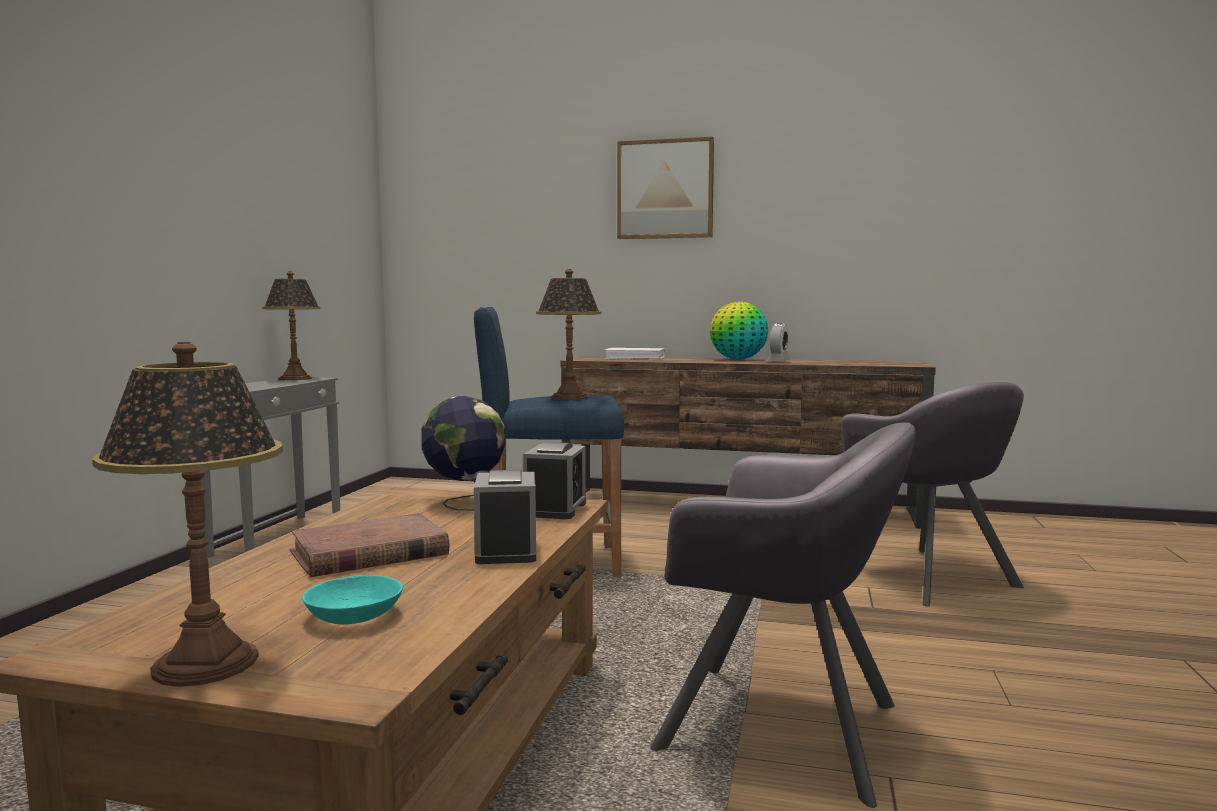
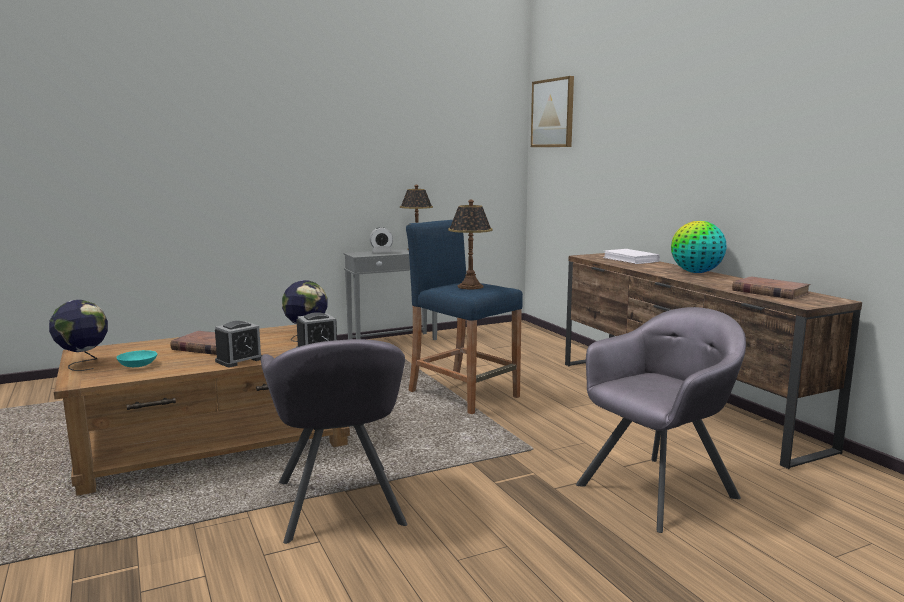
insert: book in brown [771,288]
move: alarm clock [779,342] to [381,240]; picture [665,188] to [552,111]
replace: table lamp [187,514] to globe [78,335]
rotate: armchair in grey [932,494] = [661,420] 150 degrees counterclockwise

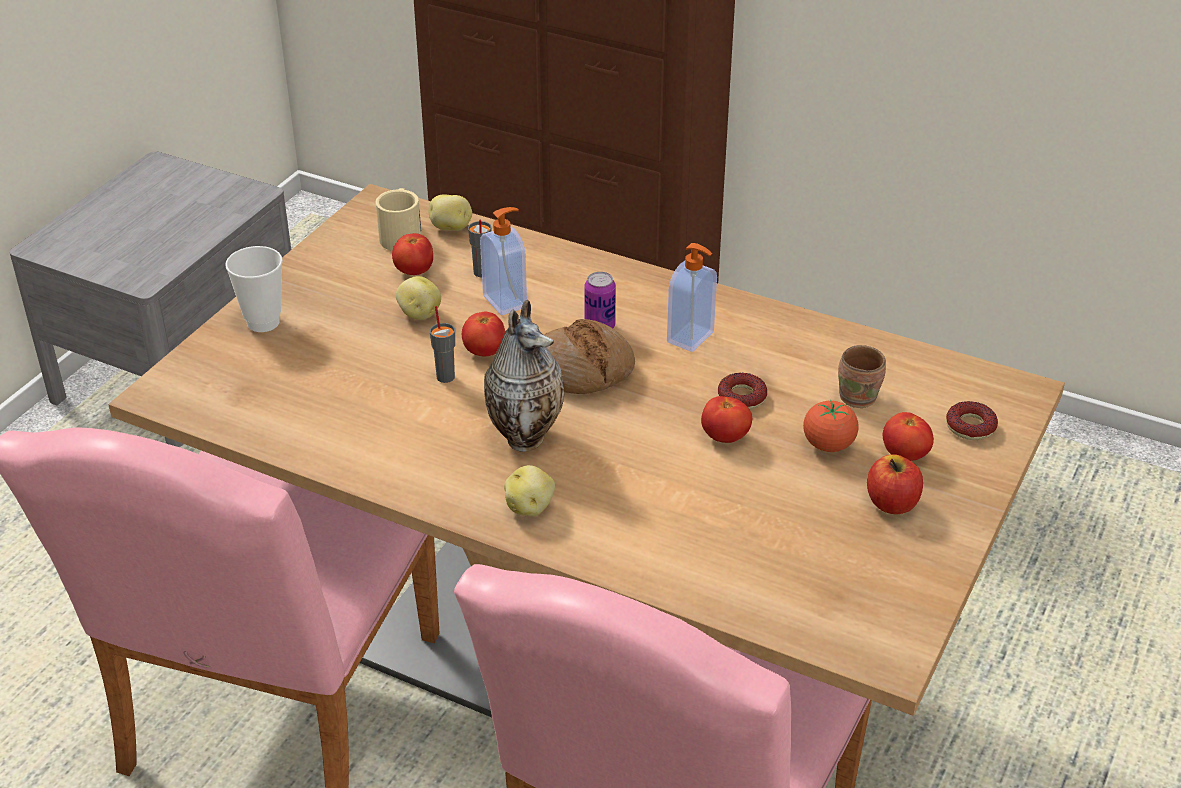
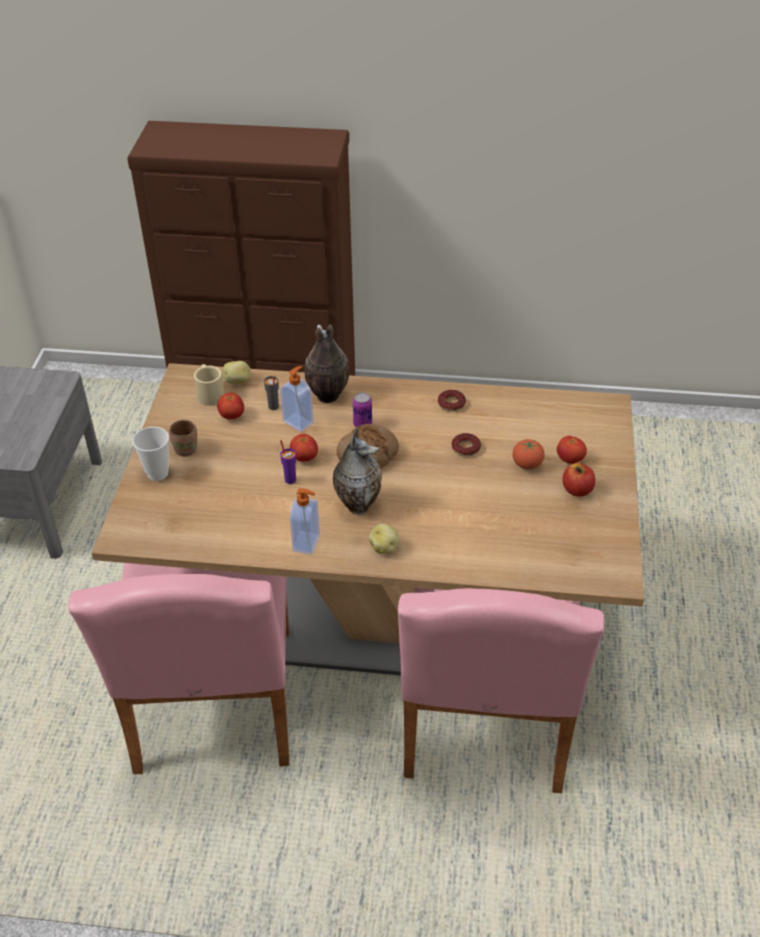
delete: potato [418,298]; tomato [726,419]
insert: vase [327,363]
move: mug in brown [862,376] to [183,438]; soap dispenser [692,297] to [305,521]; donut [972,420] to [452,401]
recolor: cup in grey [442,344] to cup in purple [288,462]

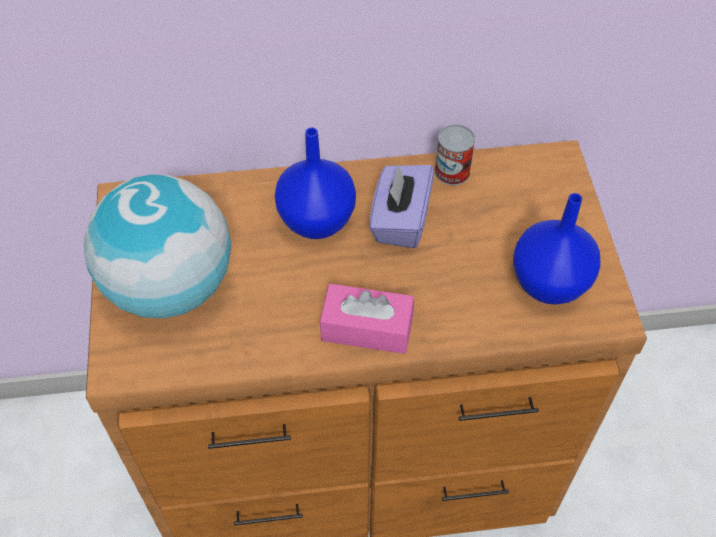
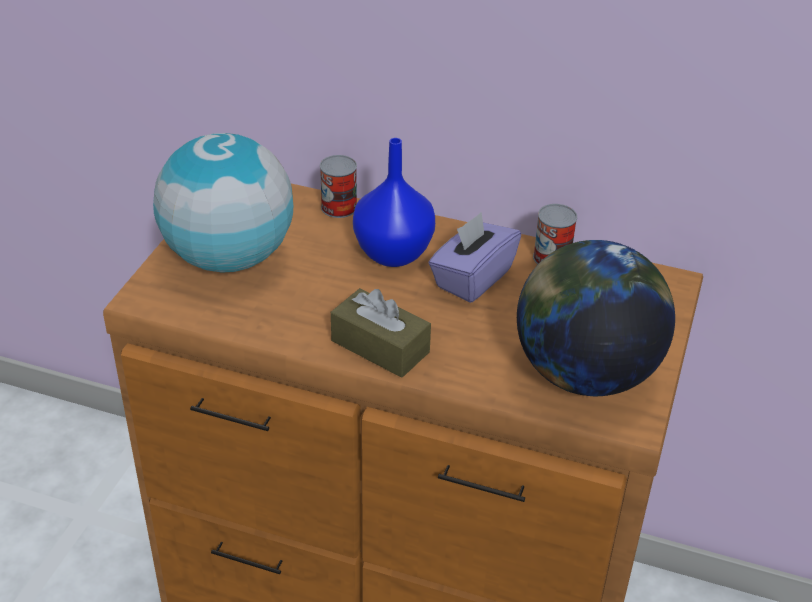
insert: can [338,186]
replace: vase in blue [556,248] to globe [596,318]
recolor: tissue box in pink [367,319] to tissue box in brown [381,333]

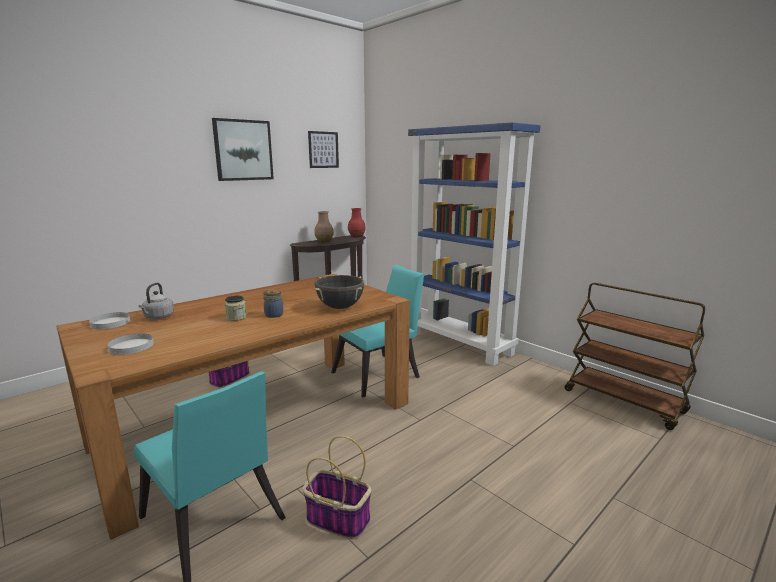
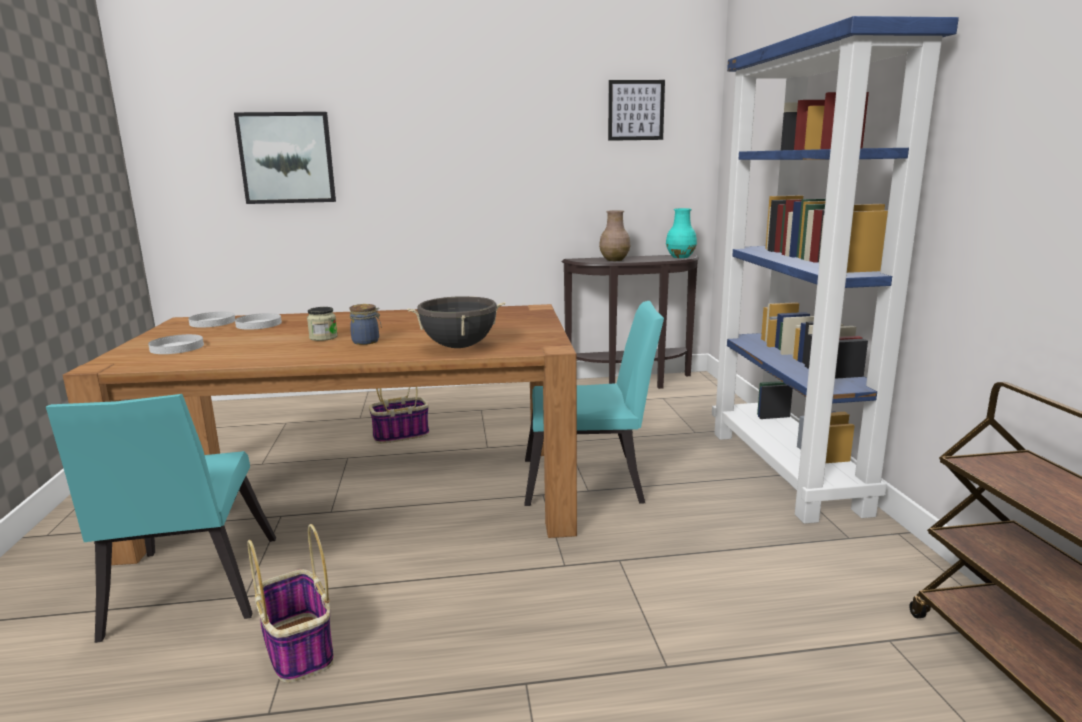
move: picture [243,149] to [285,158]
replace: kettle in grey [156,301] to plate in white [258,321]
recolor: vase in red [357,222] to vase in turquoise [681,233]

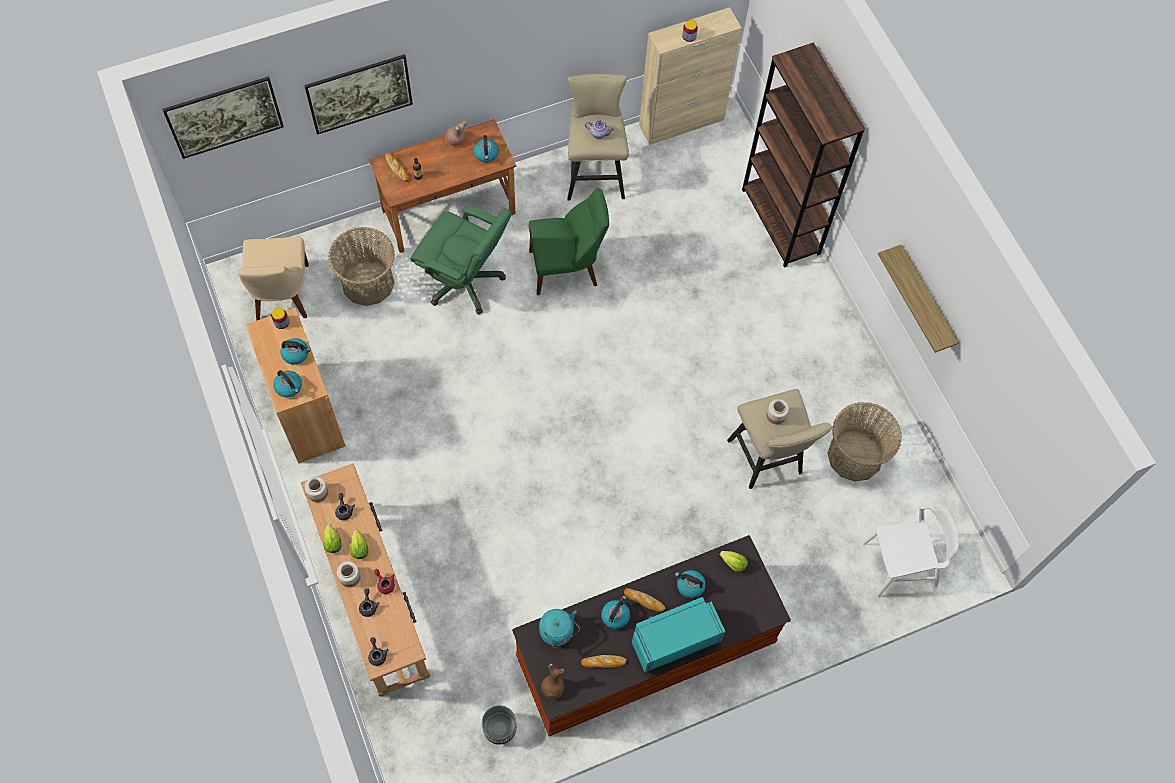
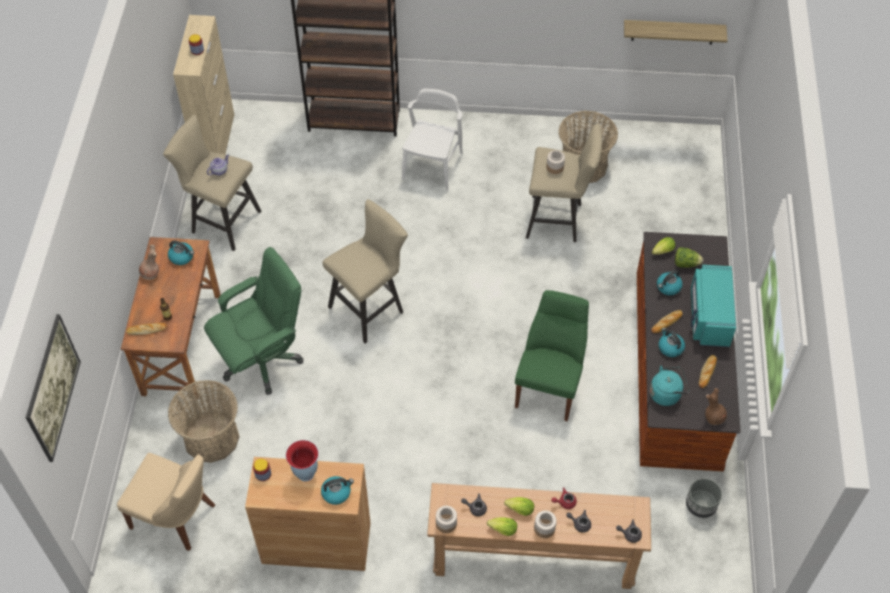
delete: picture [358,94]
insert: stool in beige [365,271]; lettuce [689,257]
move: chair in white [911,550] to [432,140]; chair in green [569,241] to [552,355]; shelf [918,298] to [676,32]
replace: kettle [295,351] to vase [302,461]

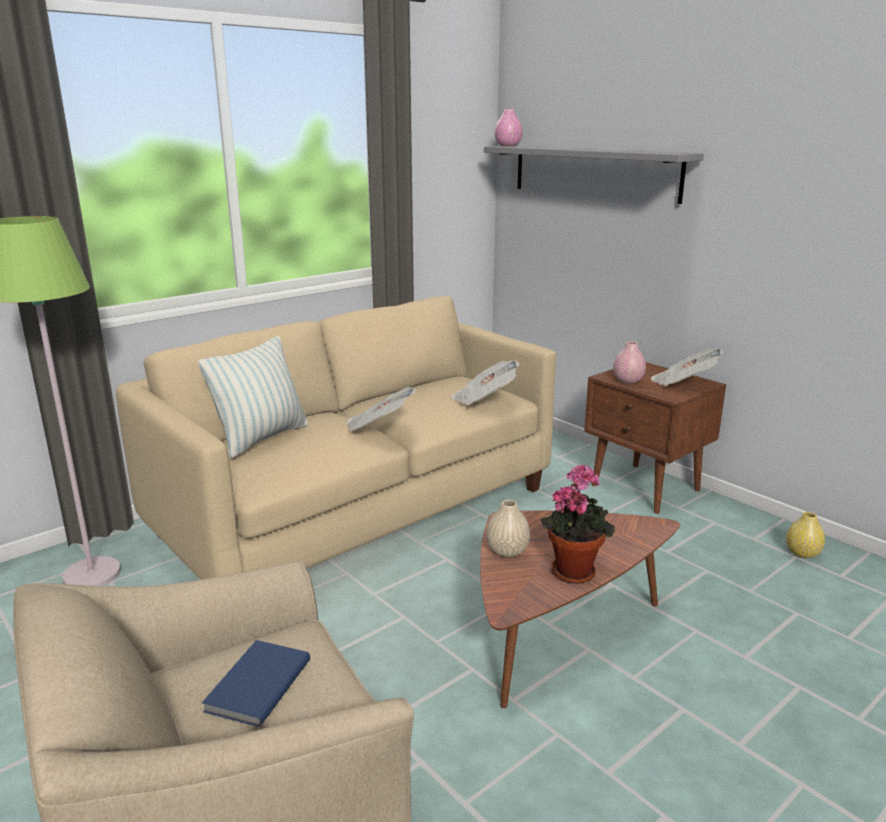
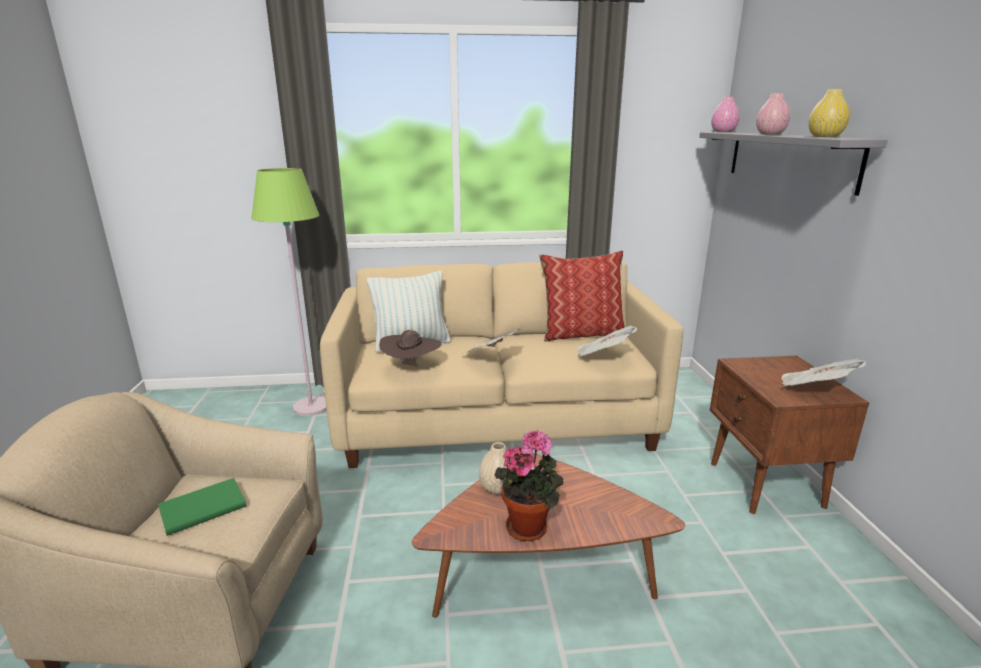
insert: hat in brown [410,348]; pillow [582,296]
move: vase in pink [629,362] to [773,114]; vase in yellow [805,535] to [829,113]
recolor: book in blue [256,683] to book in green [202,507]

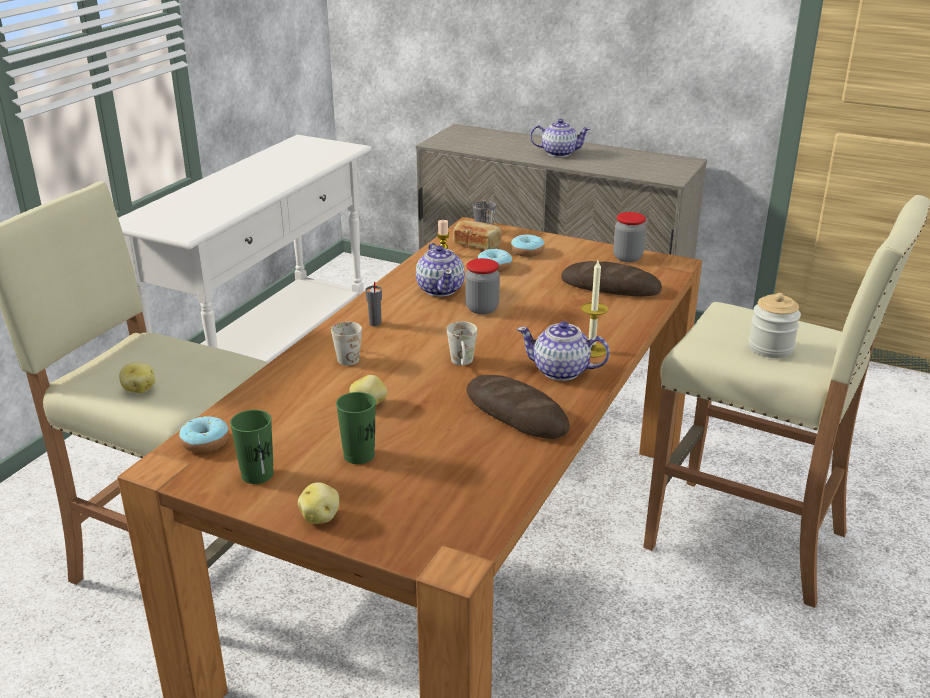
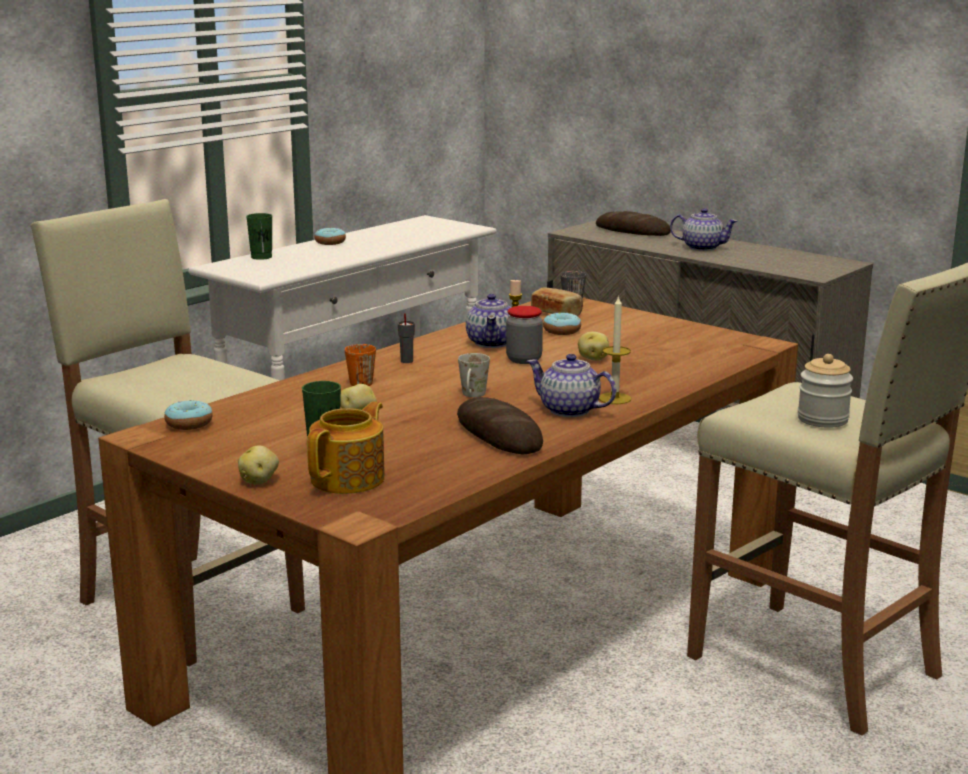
delete: jar [629,237]
insert: teapot [346,447]
move: cup in green [252,447] to [259,236]; donut [528,246] to [330,236]; potato [137,377] to [593,346]; bread [611,279] to [633,223]
recolor: mug in white [346,344] to mug in orange [360,365]

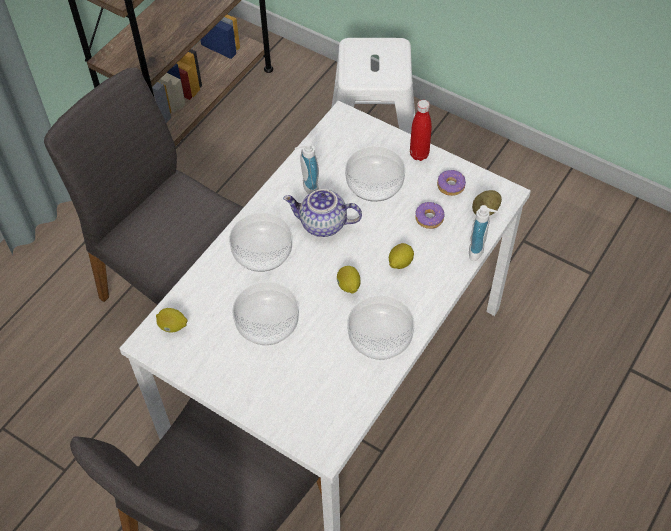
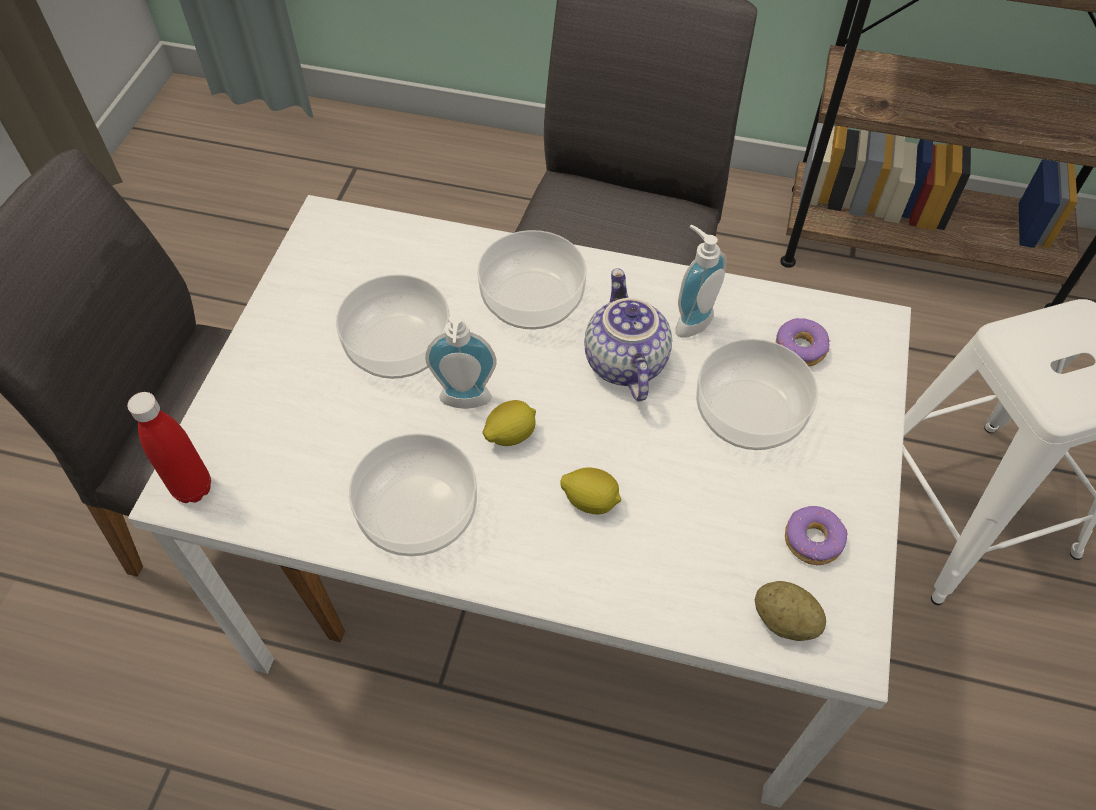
delete: lemon [171,320]
move: bottle in red [421,130] to [169,447]; soap dispenser [484,233] to [461,361]; donut [430,215] to [803,342]

